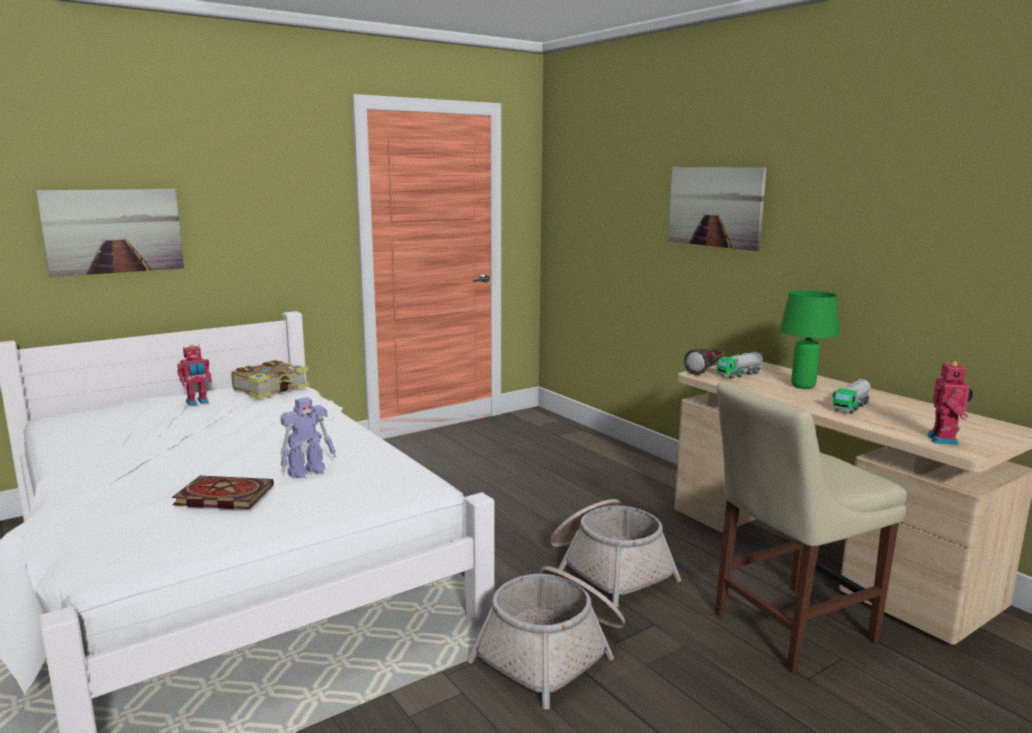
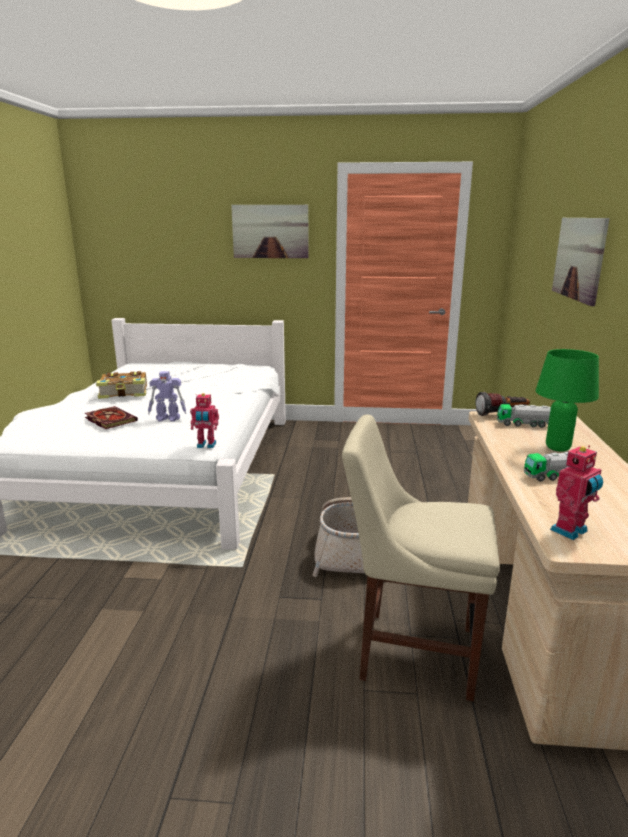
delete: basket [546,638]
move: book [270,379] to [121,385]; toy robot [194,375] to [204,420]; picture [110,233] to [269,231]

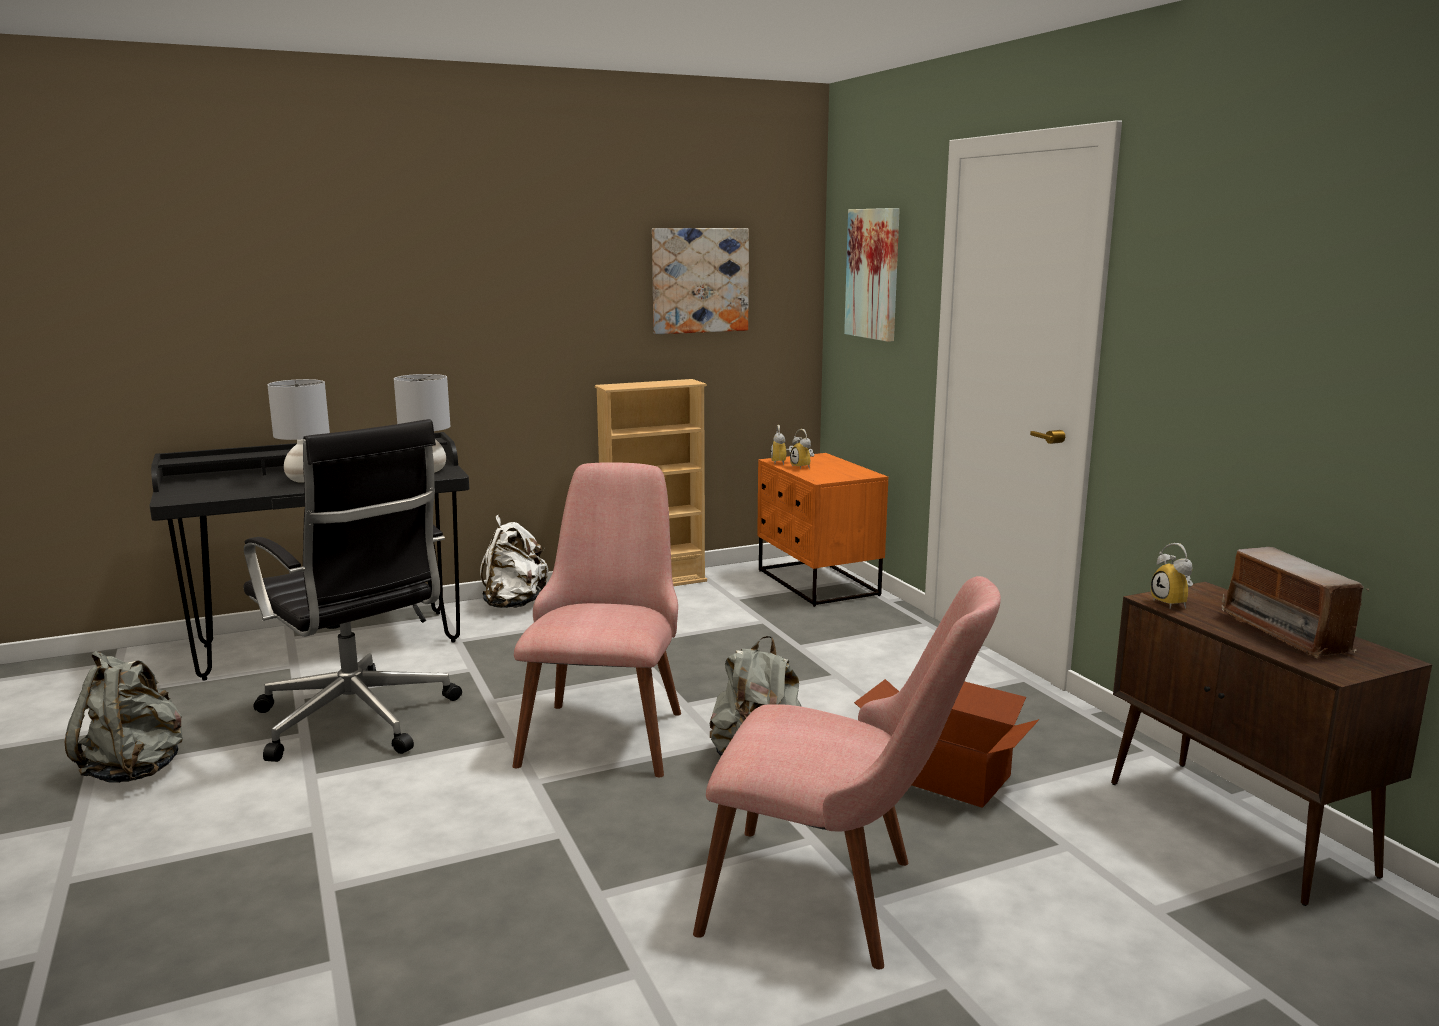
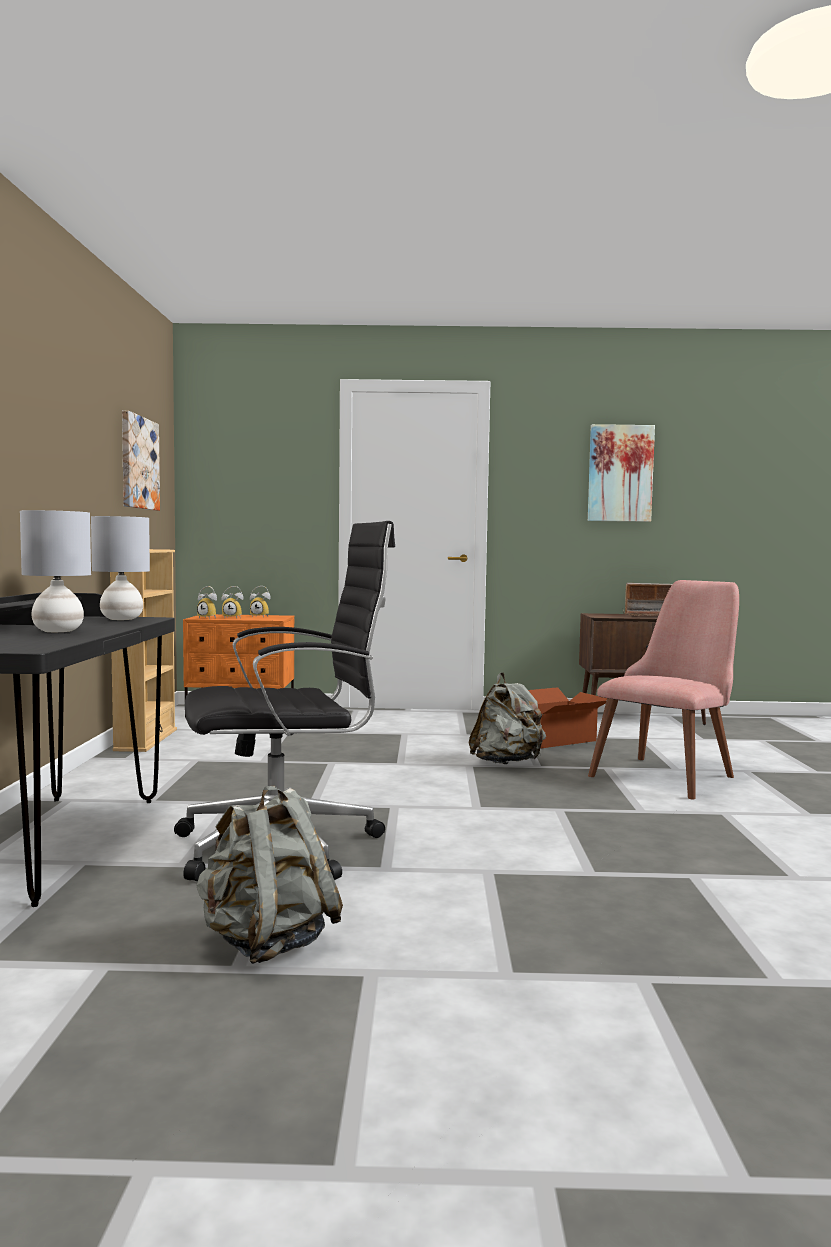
delete: backpack in white [514,561]; chair in pink [596,619]
move: alarm clock [1172,576] to [260,602]; picture [872,275] to [621,473]

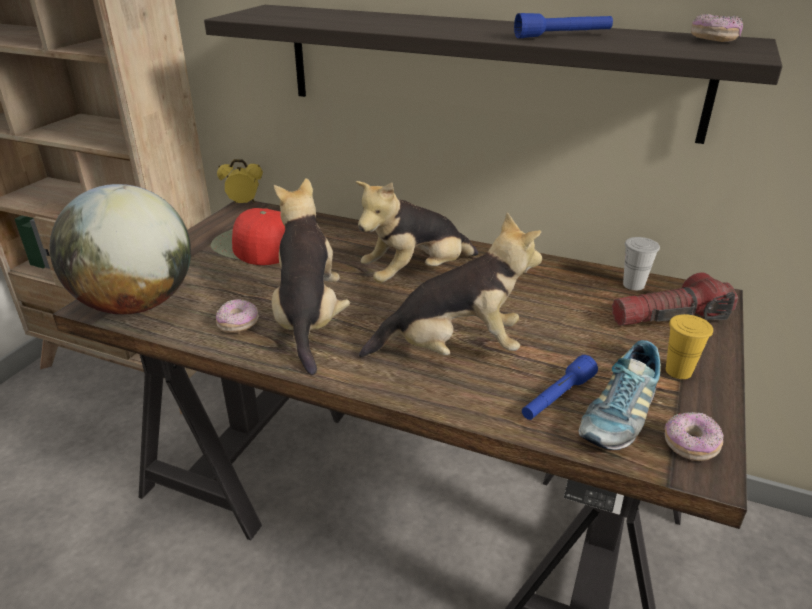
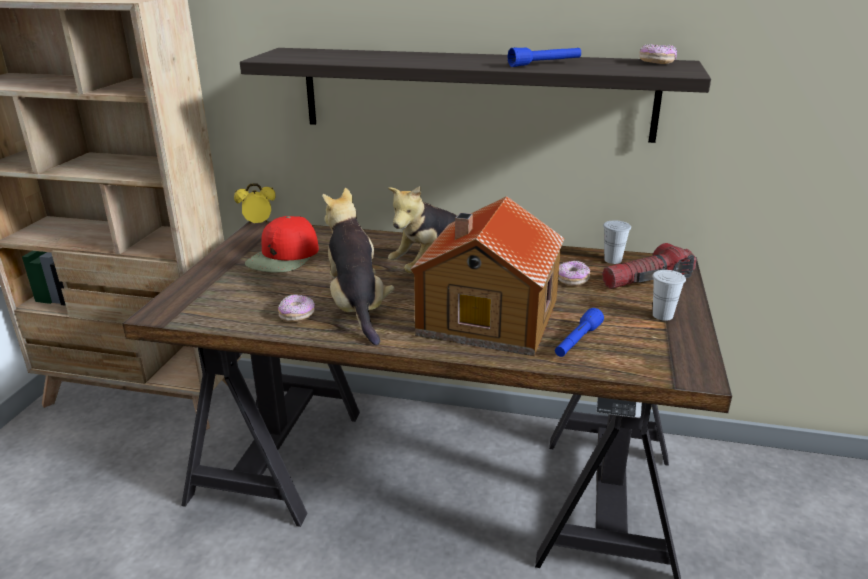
delete: globe [120,249]; shoe [619,395]
move: donut [693,436] to [574,273]
replace: plush toy [450,285] to toy house [487,276]
recolor: cup in yellow [689,346] to cup in white [669,295]
rotate: cap in red [247,236] = [282,244] 90 degrees counterclockwise

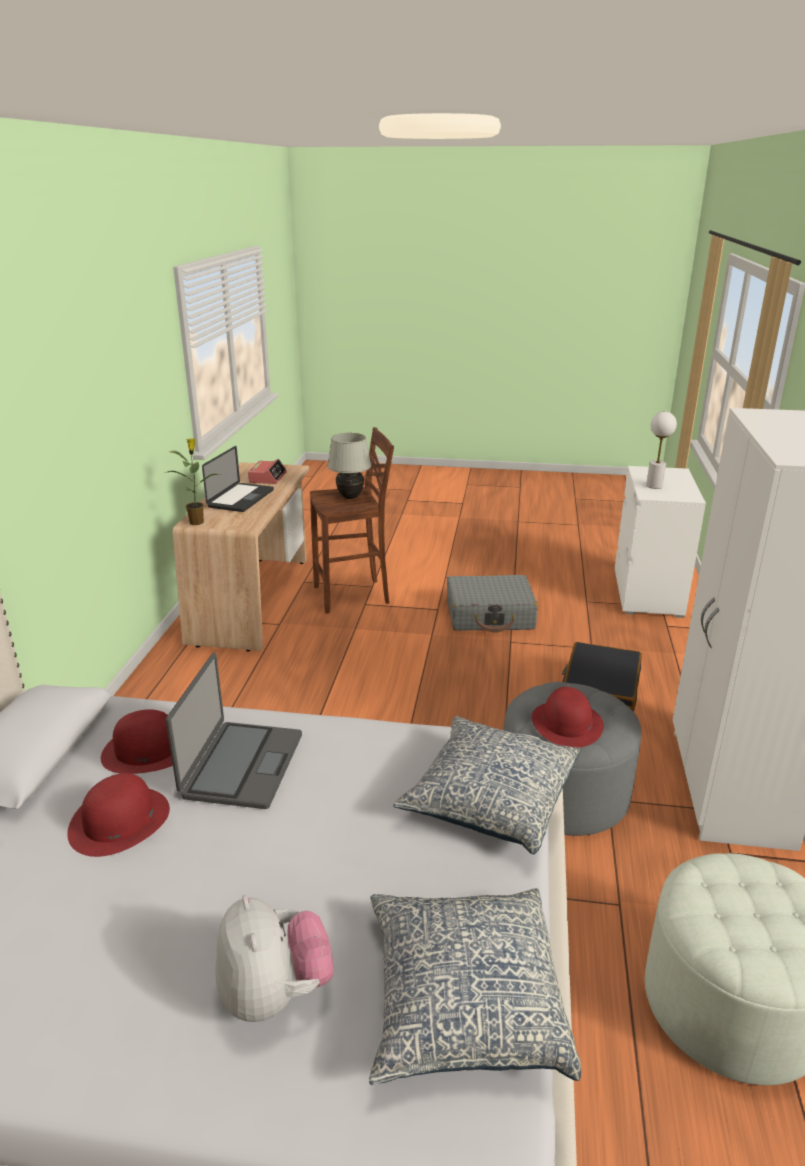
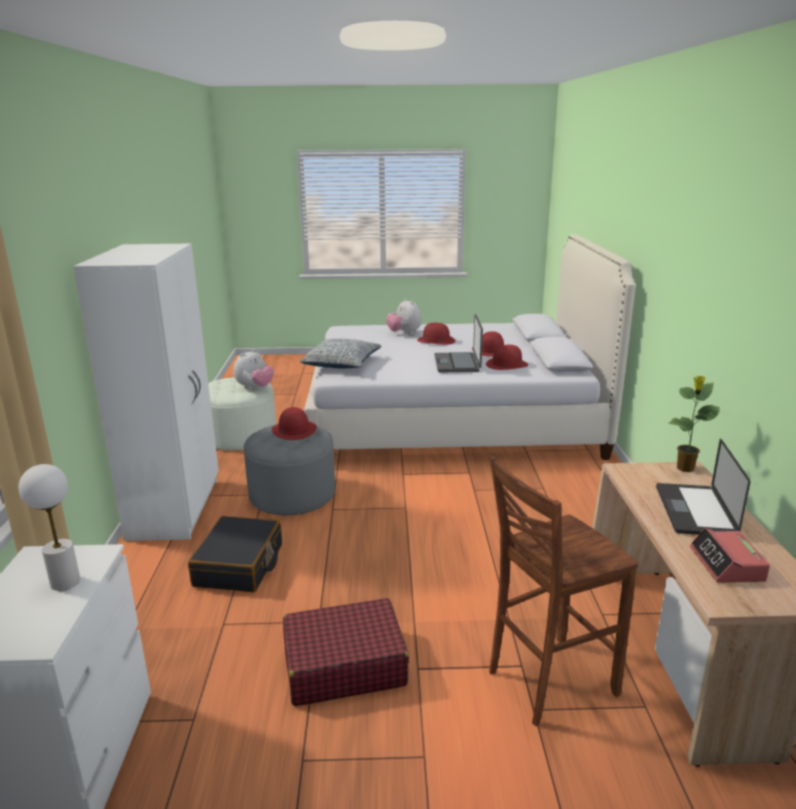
delete: table lamp in white [349,466]; pillow [475,986]
insert: plush toy [253,369]; hat in red [436,334]
recolor: suitcase in grey [492,604] to suitcase in red [346,652]

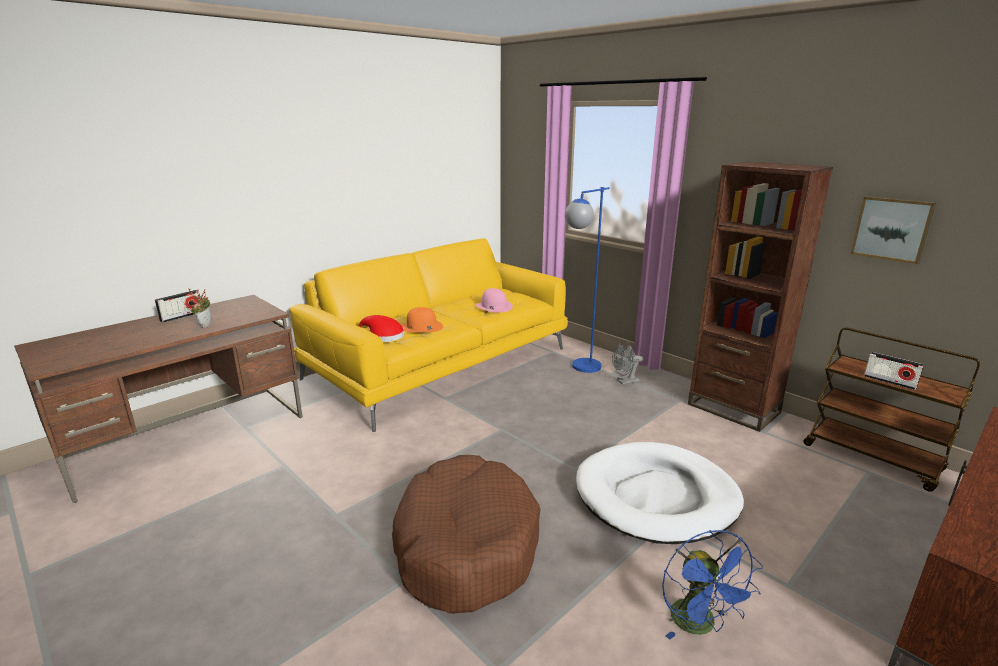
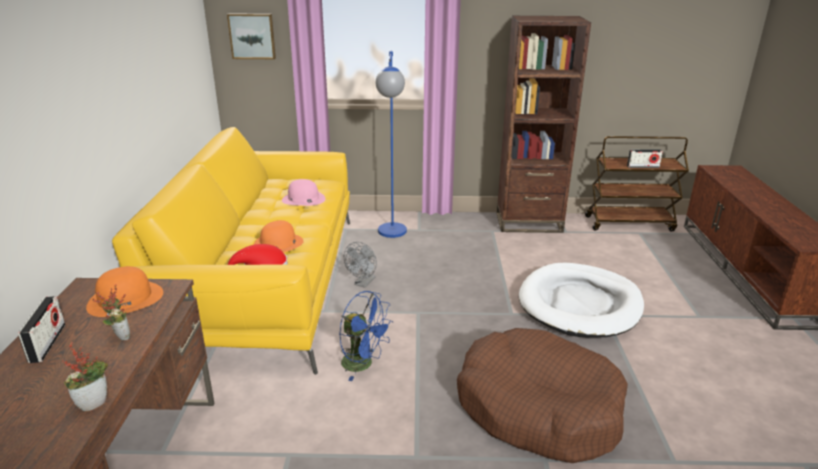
insert: potted plant [85,376]; hat in orange [124,291]
move: picture [893,230] to [251,36]; fan in blue [712,585] to [366,336]; fan in grey [627,363] to [360,265]

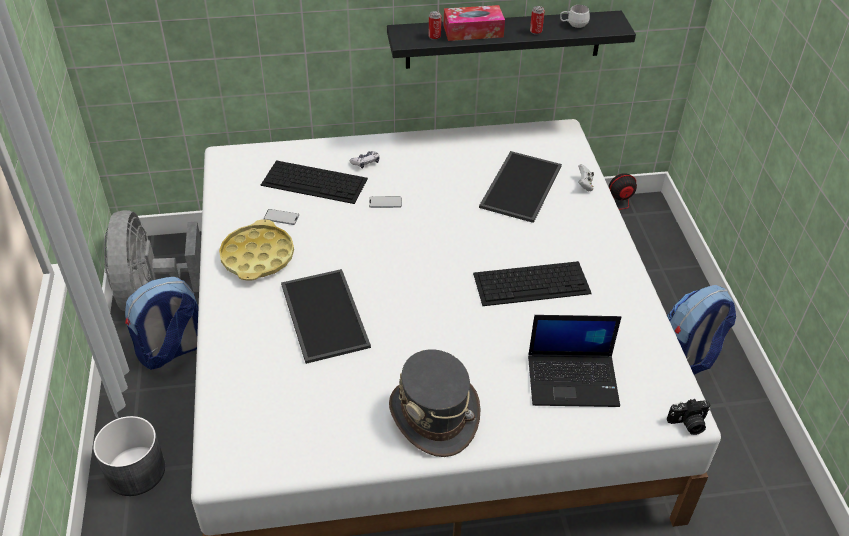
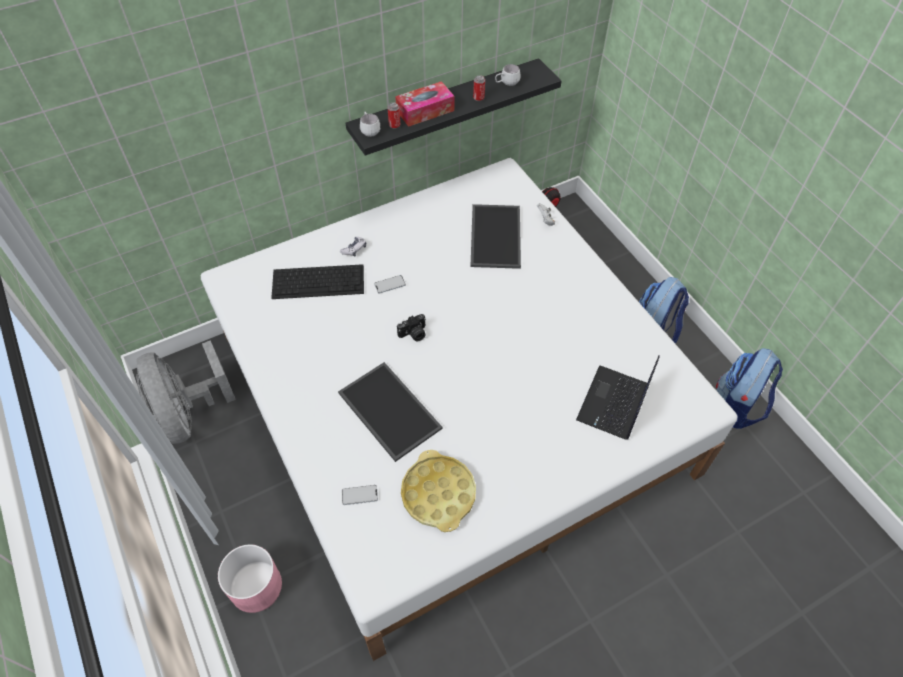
delete: hat in grey [435,403]; keyboard [532,283]
insert: mug in white [370,124]
move: phone [281,217] to [360,495]; photo camera [689,417] to [411,327]; tray in yellow [256,250] to [438,491]; backpack [161,323] to [749,388]
recolor: planter in grey [129,456] to planter in pink [250,578]
rotate: laptop [574,361] = [618,398] 135 degrees clockwise

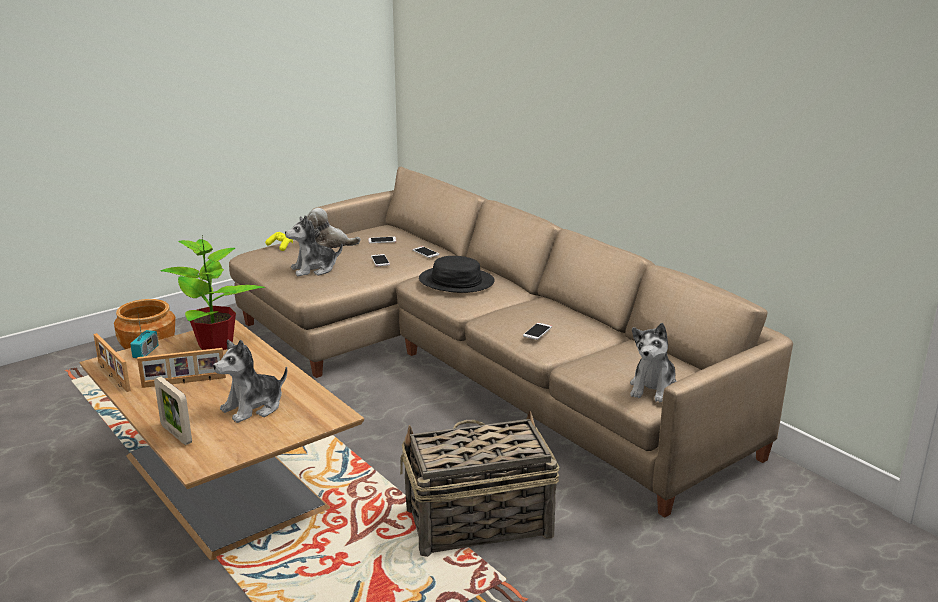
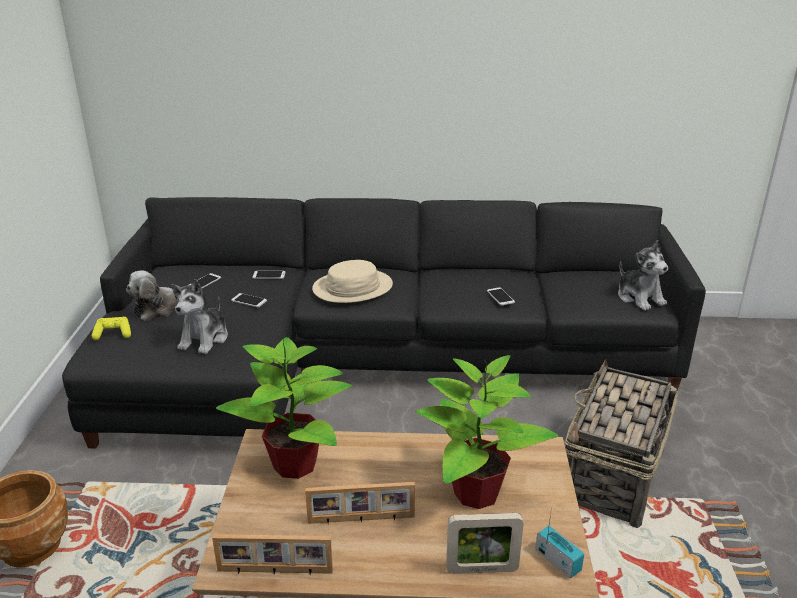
move: radio [144,333] to [559,542]
replace: plush toy [250,381] to potted plant [486,432]
recolor: sofa in beige [511,342] to sofa in black [384,322]; hat in black [457,274] to hat in beige [352,281]
rotate: picture frame [181,368] = [360,503] 60 degrees clockwise

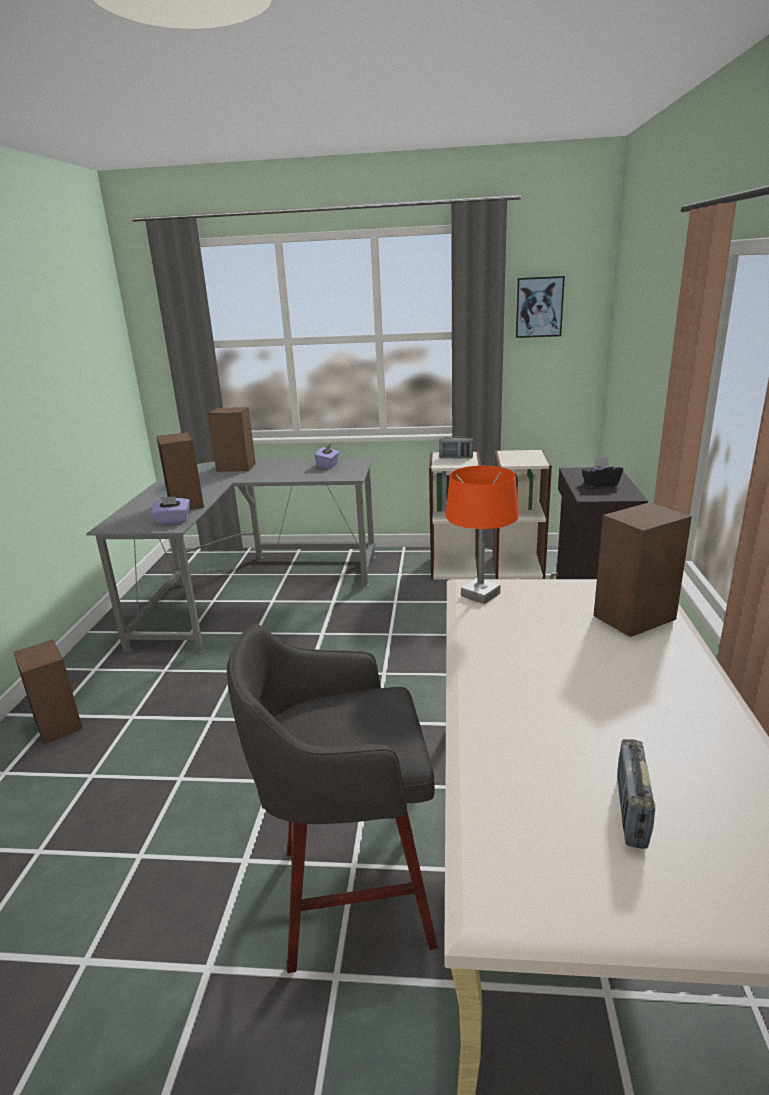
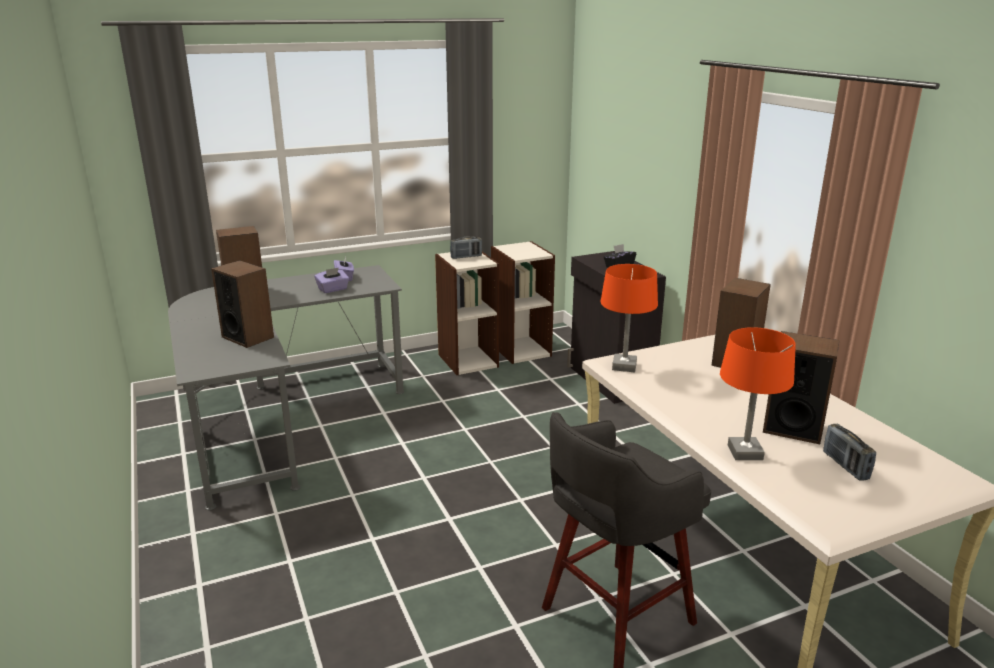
delete: picture [540,307]
insert: table lamp in orange [758,393]
move: tissue box in purple [170,510] to [332,280]; speaker [48,692] to [801,387]

